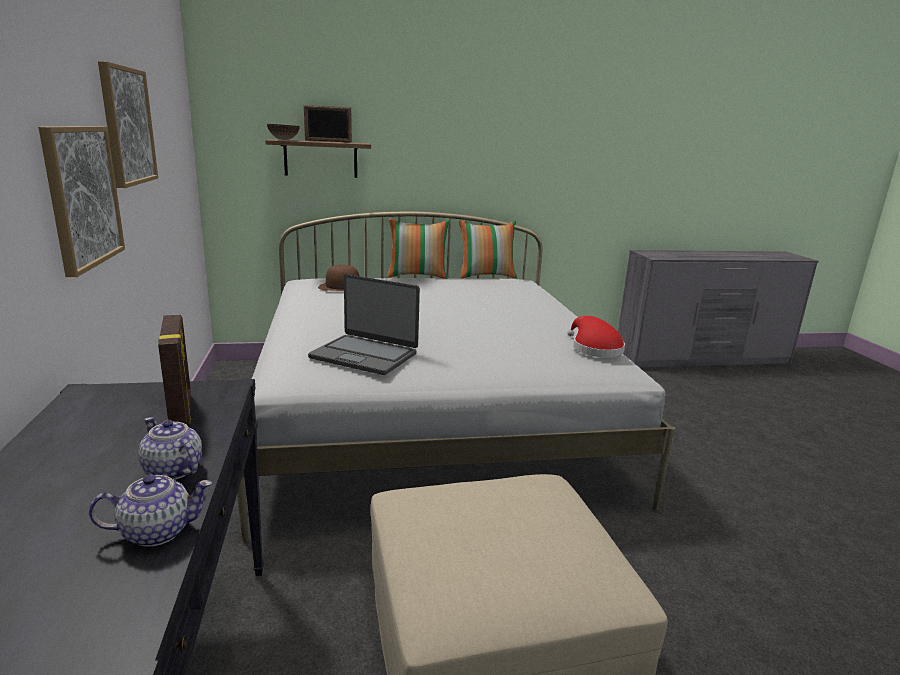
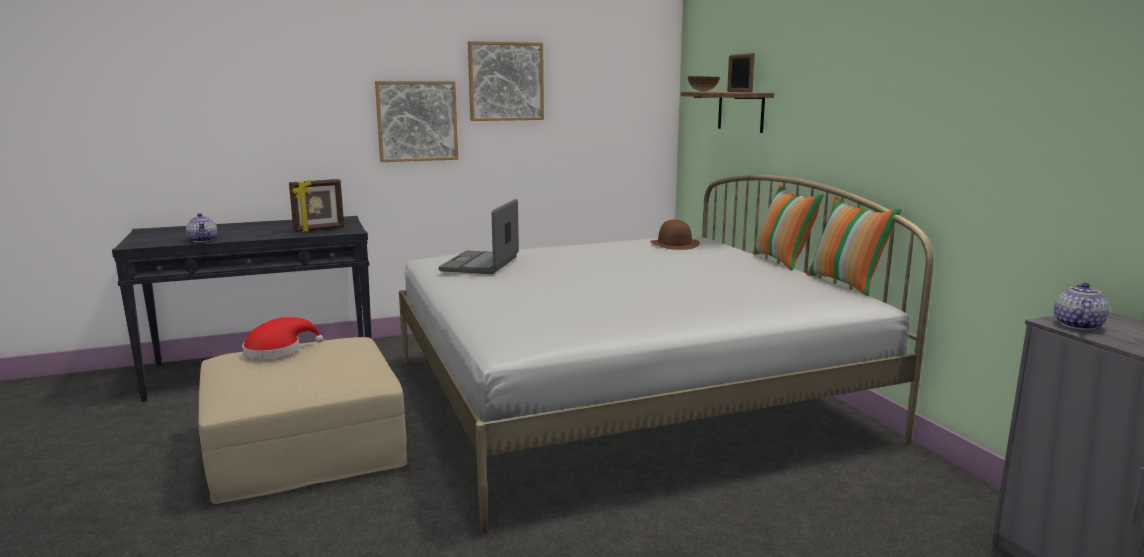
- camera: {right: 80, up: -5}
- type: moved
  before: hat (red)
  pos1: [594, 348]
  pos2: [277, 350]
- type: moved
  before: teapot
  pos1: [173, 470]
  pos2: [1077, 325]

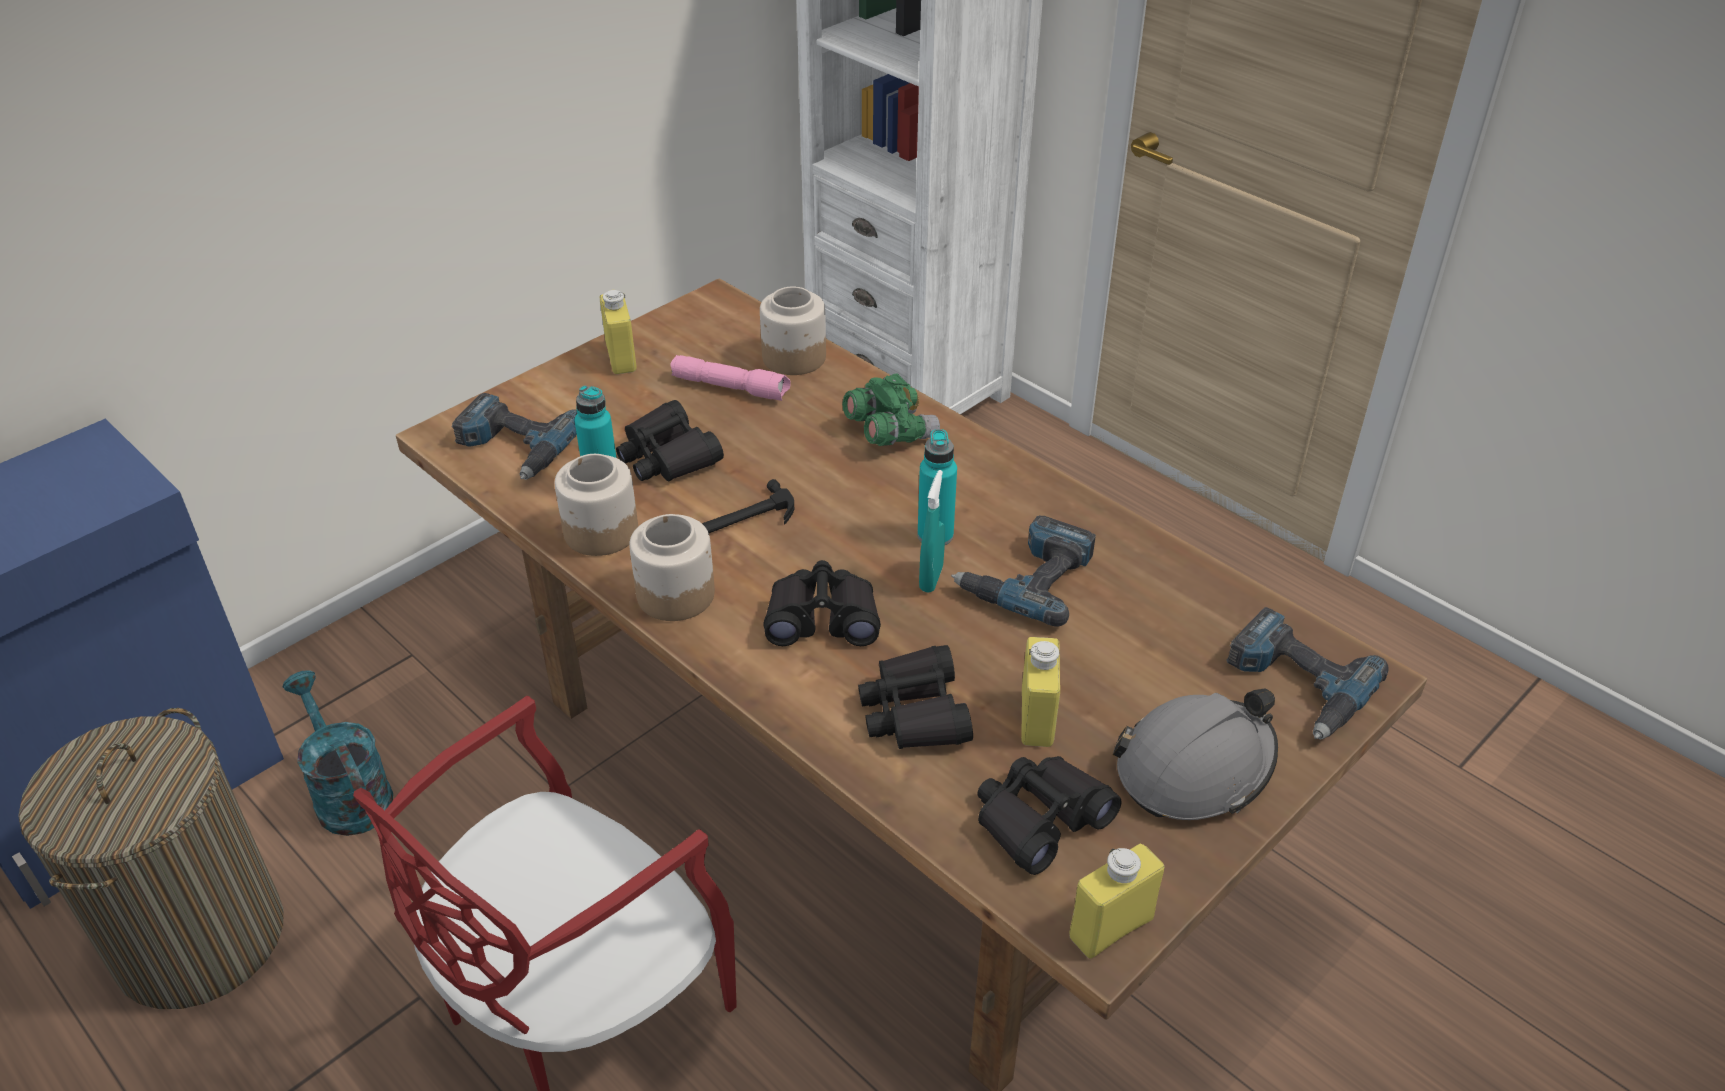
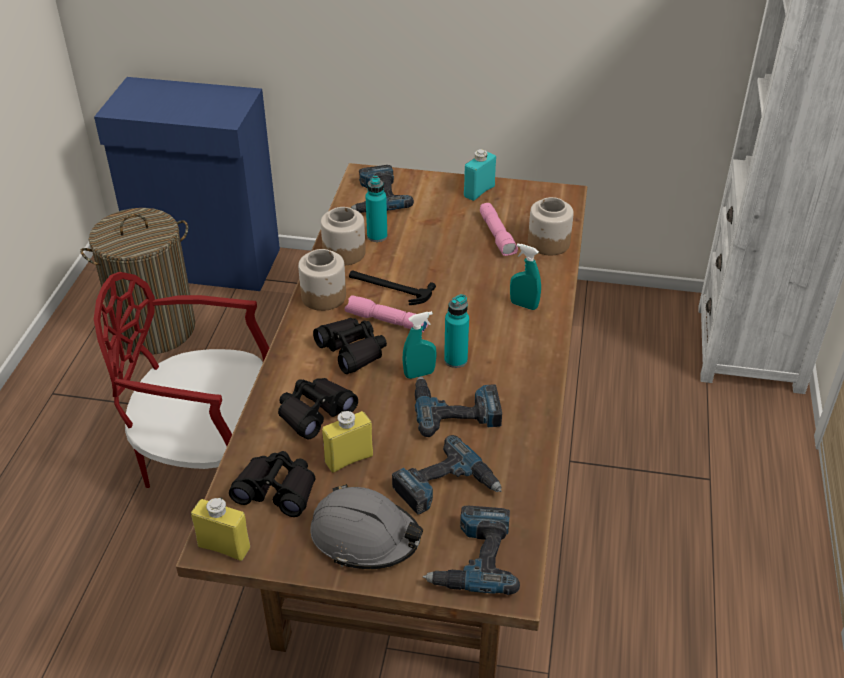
- camera: {right: 55, up: 0}
- type: added
  after: flashlight (pink)
  pos2: [385, 321]
- type: added
  after: power drill
  pos2: [446, 487]
- type: recoloured
  before: bottle (yellow)
  after: bottle (turquoise)
  pos1: [621, 358]
  pos2: [479, 191]
- type: replaced
  before: binoculars (green)
  after: spray bottle (turquoise)
  pos1: [889, 432]
  pos2: [523, 305]
- type: removed
  before: watering can (turquoise)
  pos1: [348, 793]
- type: removed
  before: binoculars (black)
  pos1: [668, 456]

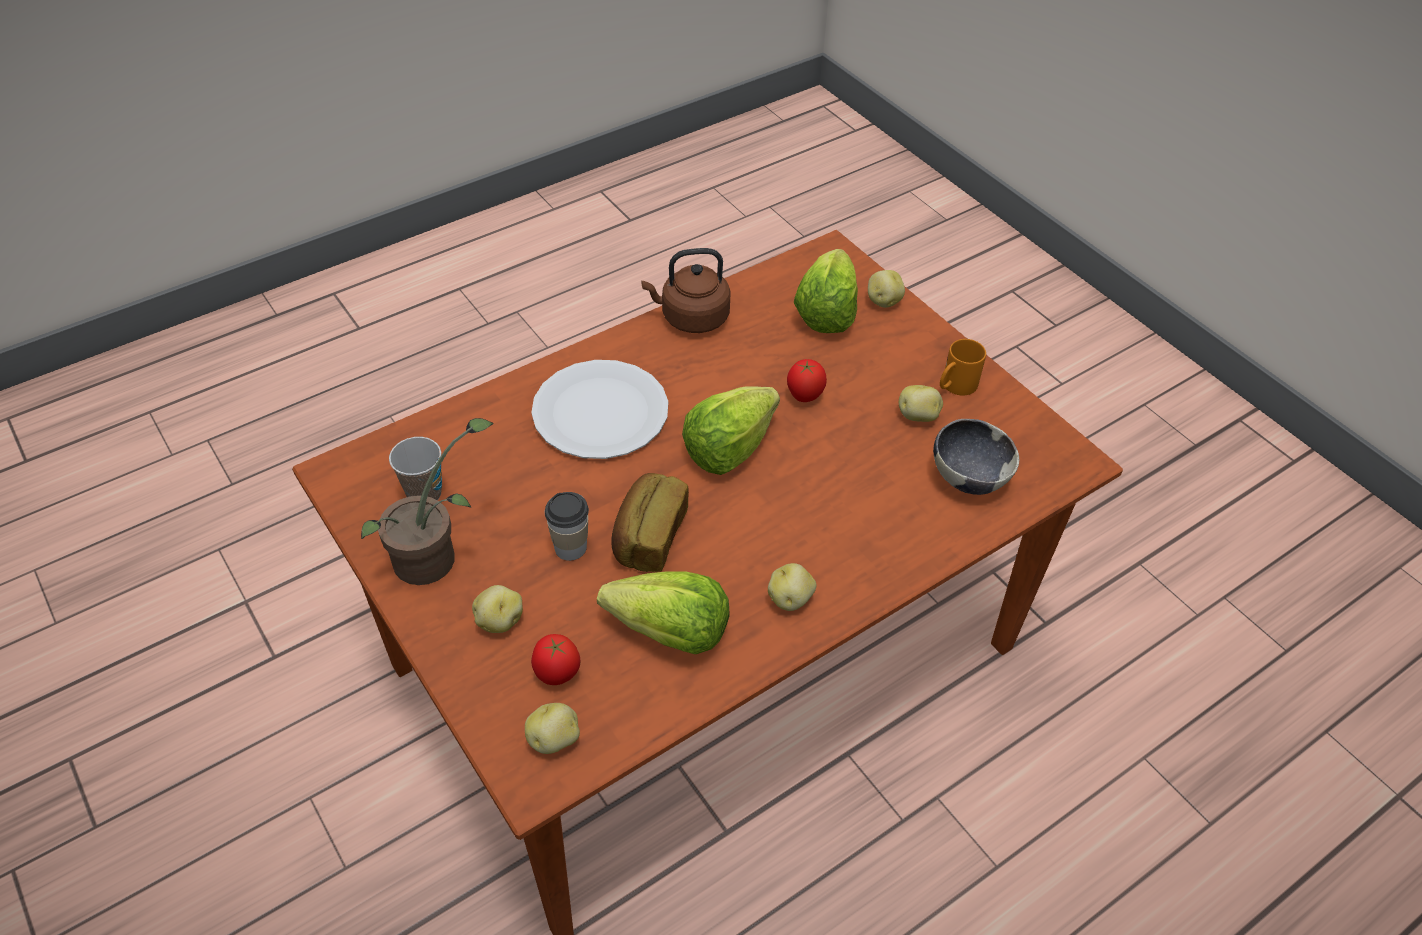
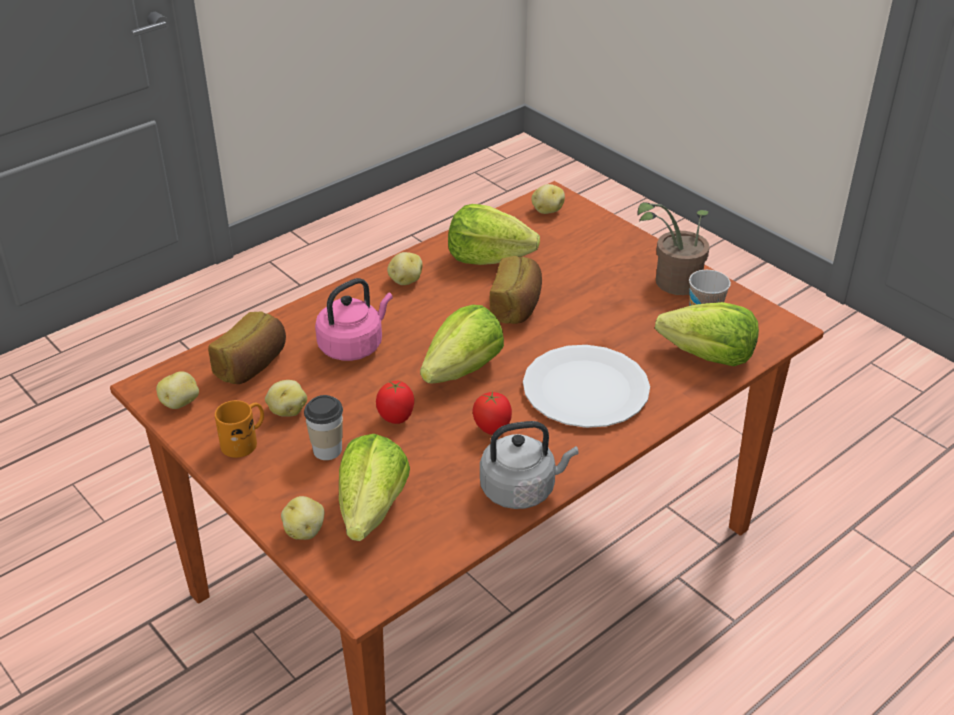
- camera: {right: 175, up: -10}
- type: moved
  before: potato
  pos1: [499, 620]
  pos2: [181, 403]
- type: replaced
  before: bowl
  after: bread
  pos1: [968, 477]
  pos2: [252, 365]
- type: moved
  before: cup
  pos1: [570, 547]
  pos2: [327, 450]
- type: added
  after: kettle (pink)
  pos2: [353, 346]
- type: moved
  before: tomato
  pos1: [557, 675]
  pos2: [492, 429]
- type: recoloured
  before: kettle (brown)
  after: kettle (grey)
  pos1: [691, 318]
  pos2: [521, 489]
- type: added
  after: lettuce
  pos2: [708, 357]

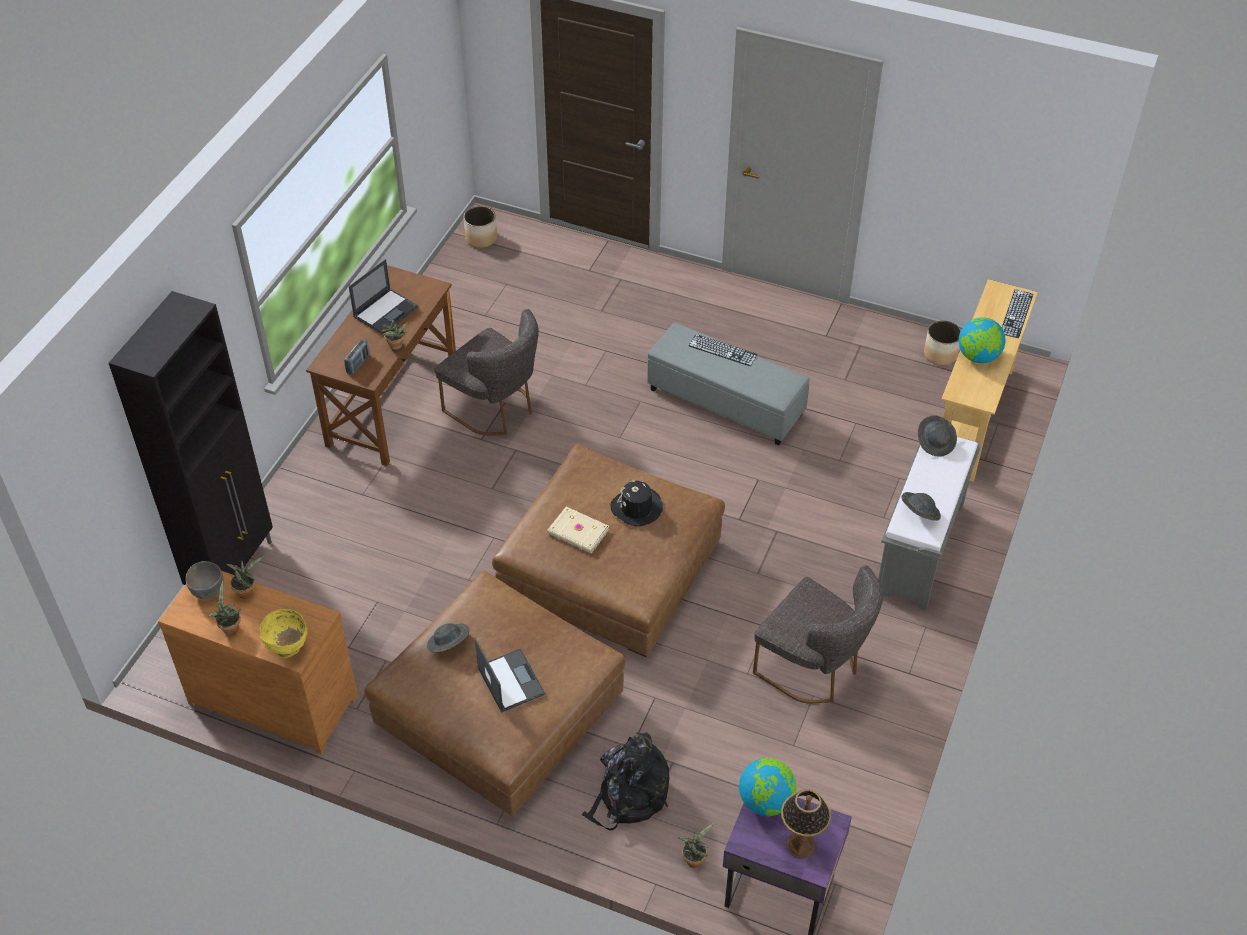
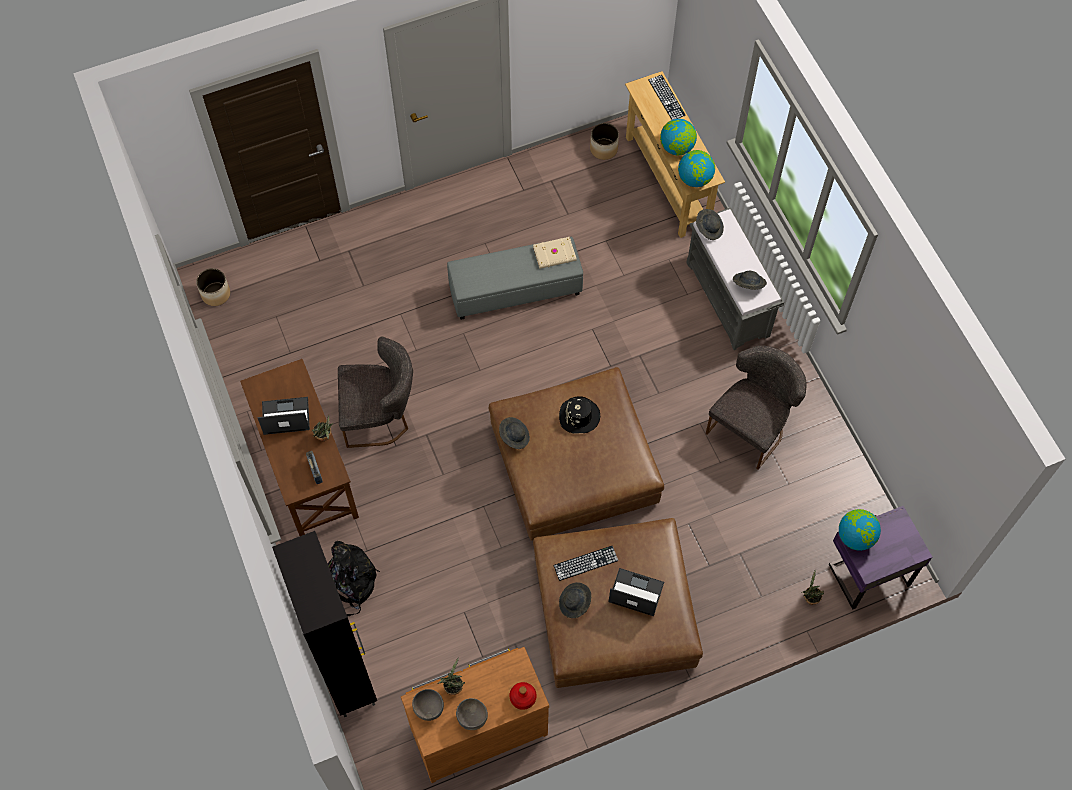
- camera: {right: -45, up: 15}
- type: turned
  before: laptop
  pos1: [386, 311]
  pos2: [285, 416]
  turn: -90
- type: moved
  before: backpack (black)
  pos1: [628, 795]
  pos2: [349, 583]
- type: replaced
  before: potted plant
  after: bowl (grey)
  pos1: [230, 627]
  pos2: [472, 718]
- type: added
  after: hat (grey)
  pos2: [514, 436]
- type: replaced
  before: bowl (yellow)
  after: bottle (red)
  pos1: [288, 648]
  pos2: [523, 697]
- type: moved
  before: book (beige)
  pos1: [578, 533]
  pos2: [555, 255]
- type: moved
  before: keyboard
  pos1: [722, 350]
  pos2: [585, 563]
- type: added
  after: globe
  pos2: [695, 179]
- type: turned
  before: chair (grey)
  pos1: [814, 669]
  pos2: [751, 427]
  turn: -45
- type: removed
  before: table lamp
  pos1: [800, 846]

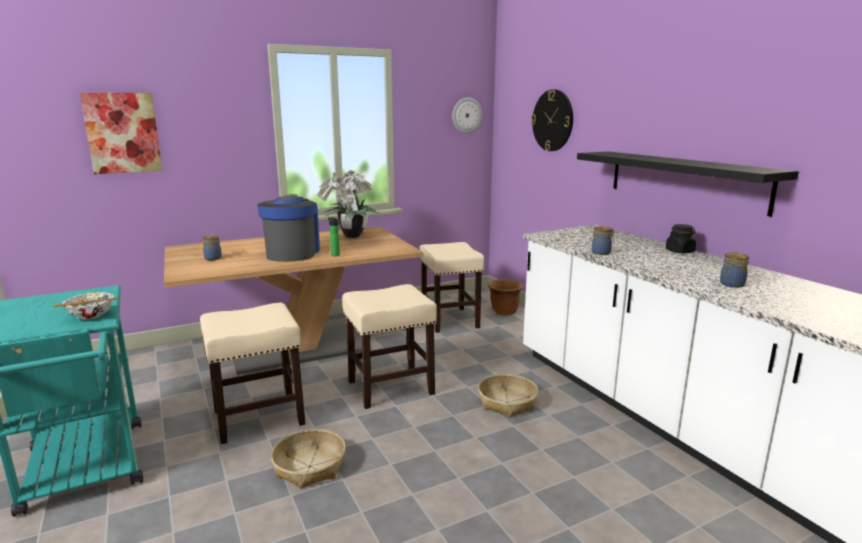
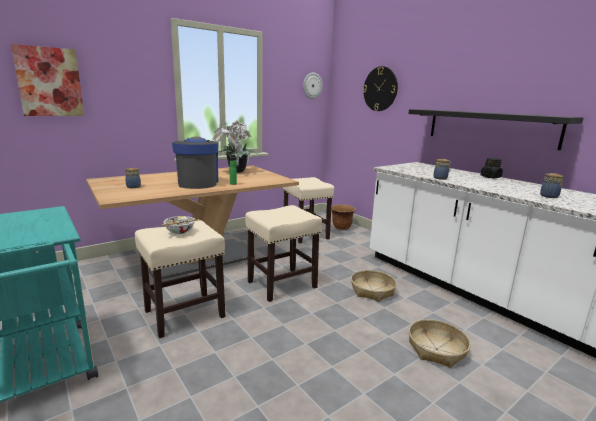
- camera: {right: -10, up: 0}
- type: moved
  before: bowl
  pos1: [91, 316]
  pos2: [180, 232]
- type: moved
  before: basket
  pos1: [309, 466]
  pos2: [436, 349]

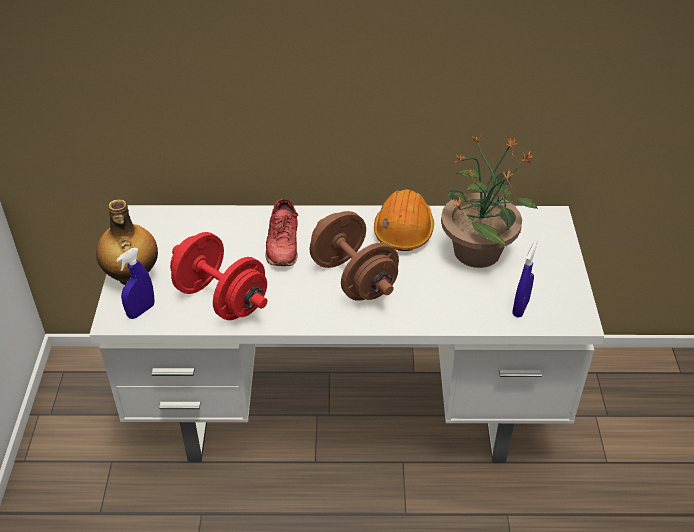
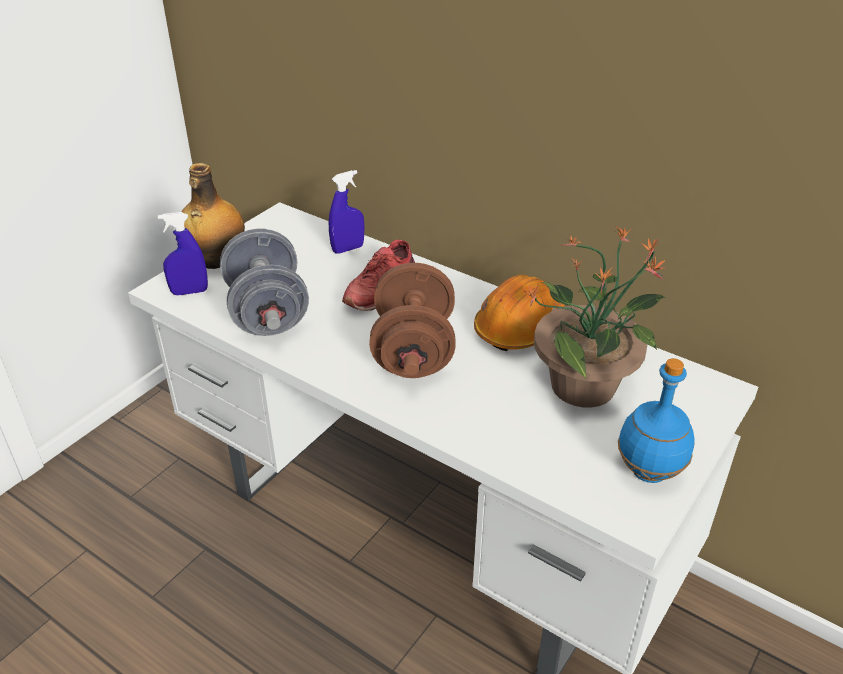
- camera: {right: 35, up: -5}
- type: recoloured
  before: dumbbell (red)
  after: dumbbell (grey)
  pos1: [221, 299]
  pos2: [267, 313]
- type: moved
  before: spray bottle (blue)
  pos1: [520, 308]
  pos2: [348, 249]
- type: added
  after: bottle (blue)
  pos2: [648, 472]

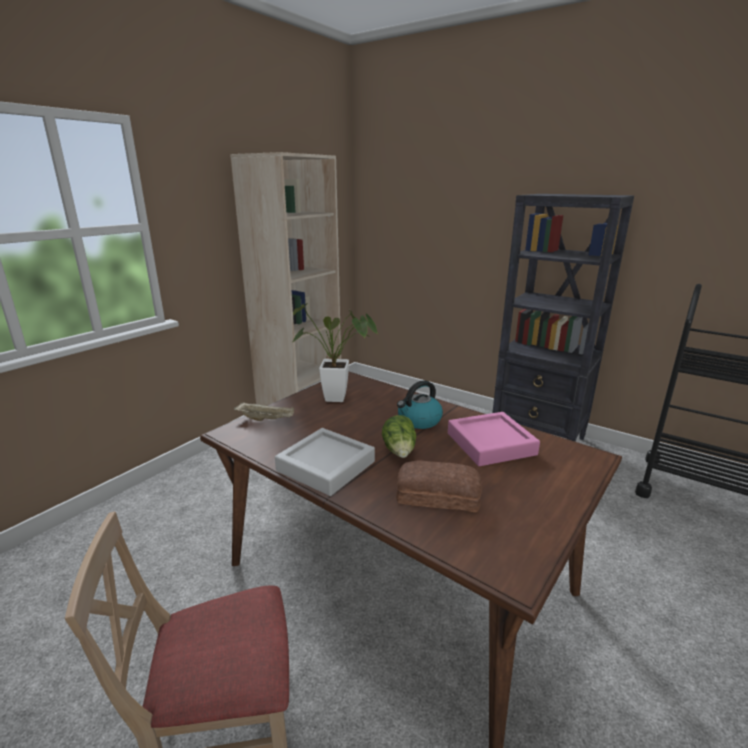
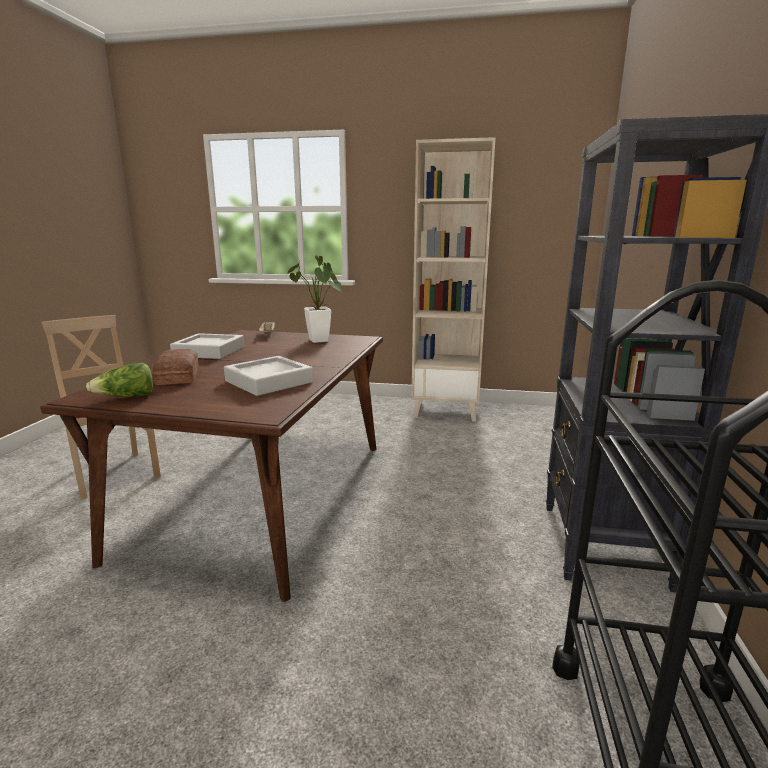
- camera: {right: 65, up: -5}
- type: moved
  before: lettuce
  pos1: [400, 451]
  pos2: [127, 397]
- type: recoloured
  before: tray (pink)
  after: tray (grey)
  pos1: [490, 444]
  pos2: [269, 381]
- type: removed
  before: kettle
  pos1: [419, 421]

